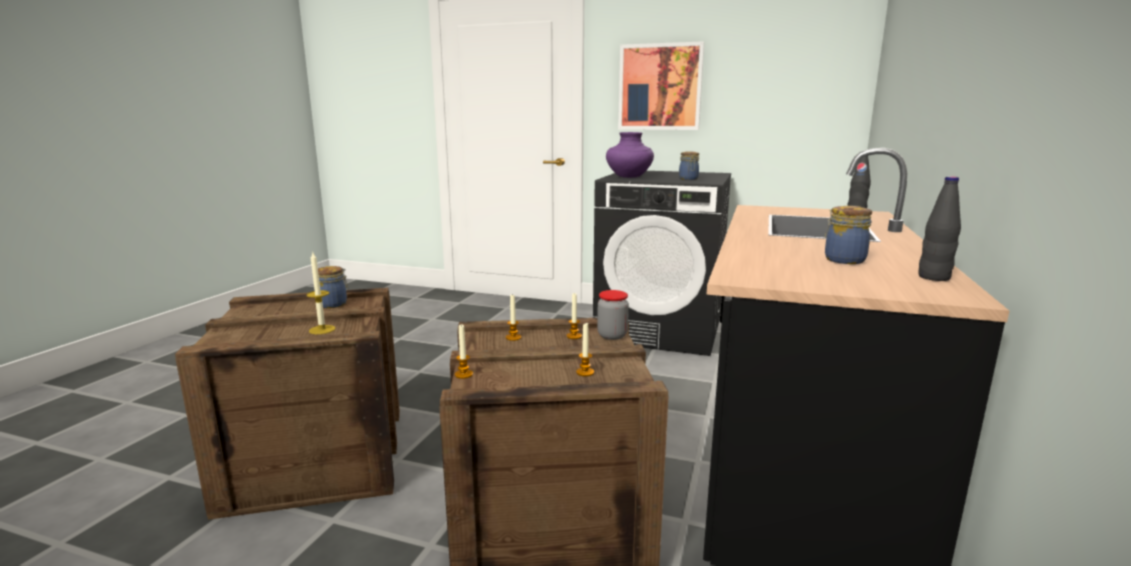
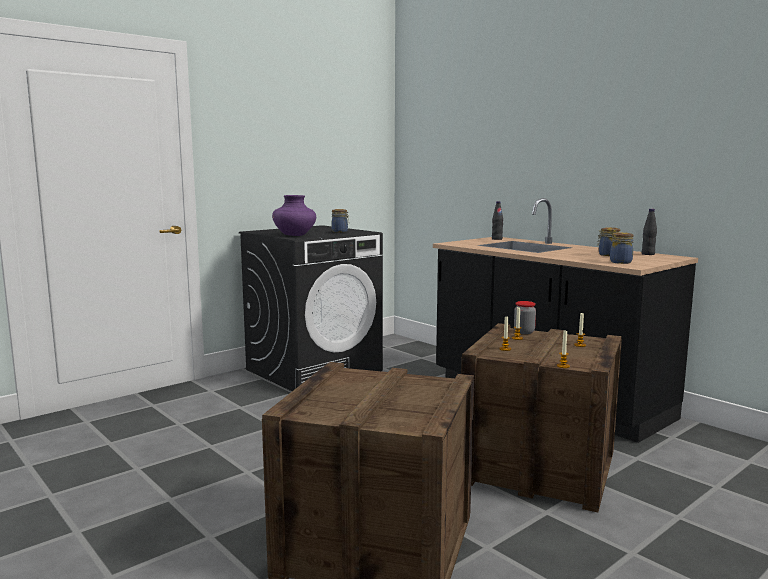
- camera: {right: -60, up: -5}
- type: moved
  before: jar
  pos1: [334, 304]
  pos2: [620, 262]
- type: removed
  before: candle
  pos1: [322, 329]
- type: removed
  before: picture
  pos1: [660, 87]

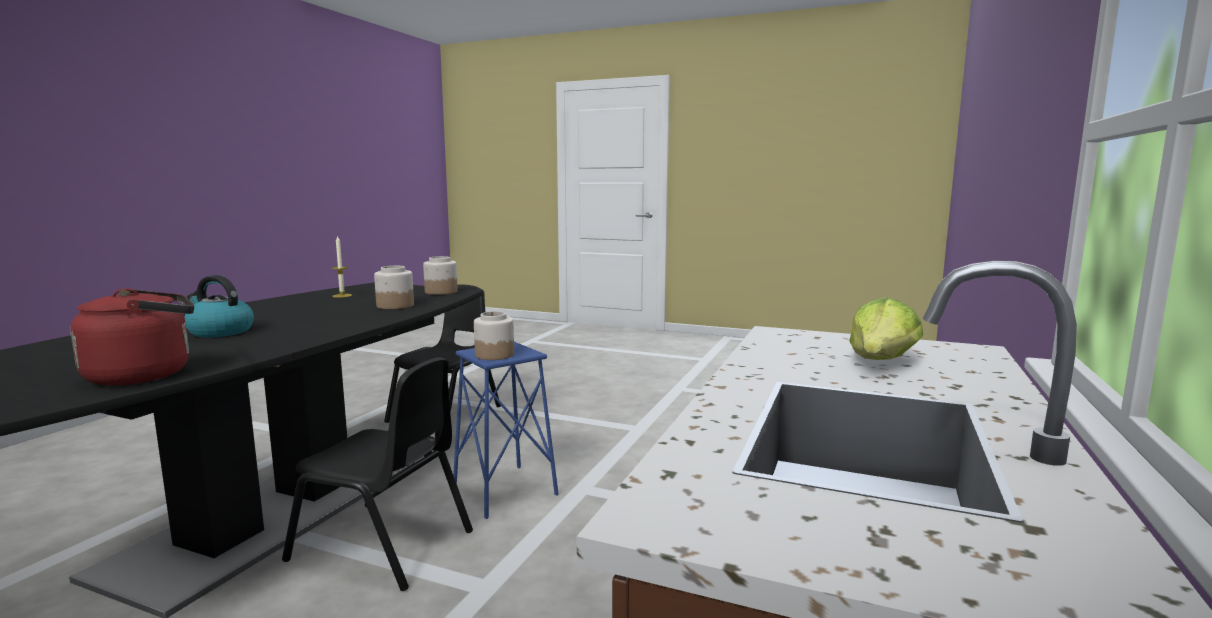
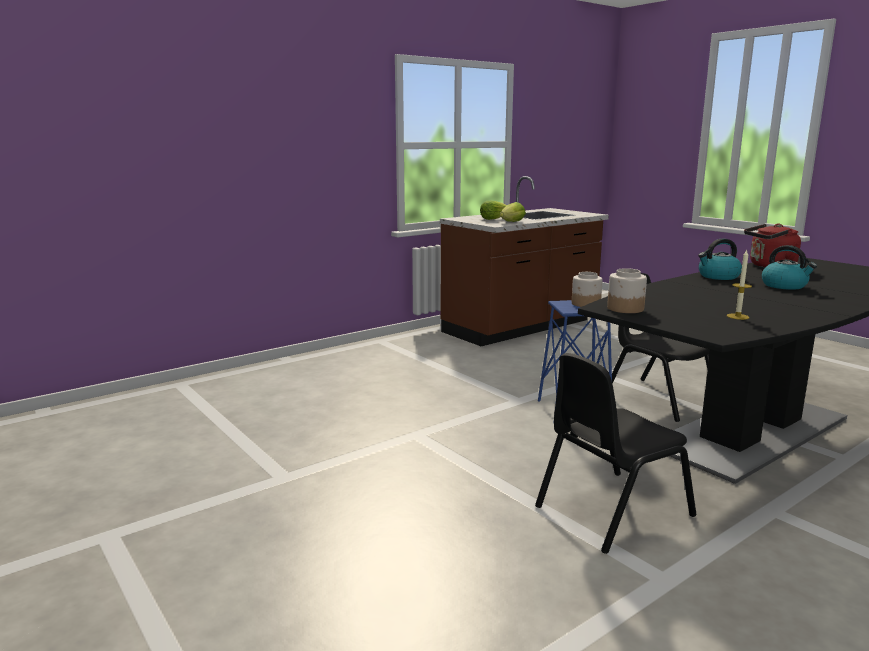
- camera: {right: -150, up: 5}
- type: added
  after: lettuce
  pos2: [512, 222]
- type: added
  after: kettle
  pos2: [718, 276]
- type: removed
  before: jar
  pos1: [395, 306]

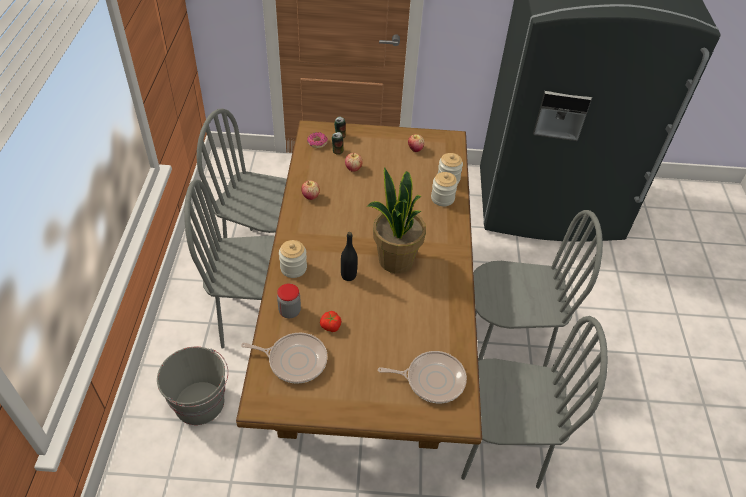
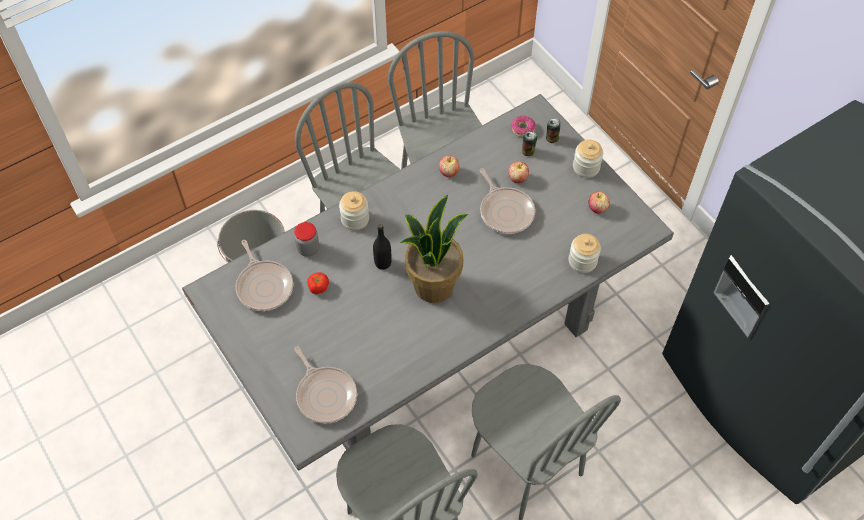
- camera: {right: 55, up: 10}
- type: recoloured
  before: dining table (brown)
  after: dining table (grey)
  pos1: [366, 333]
  pos2: [432, 336]
- type: added
  after: frying pan
  pos2: [505, 211]
- type: moved
  before: jar
  pos1: [442, 198]
  pos2: [586, 167]

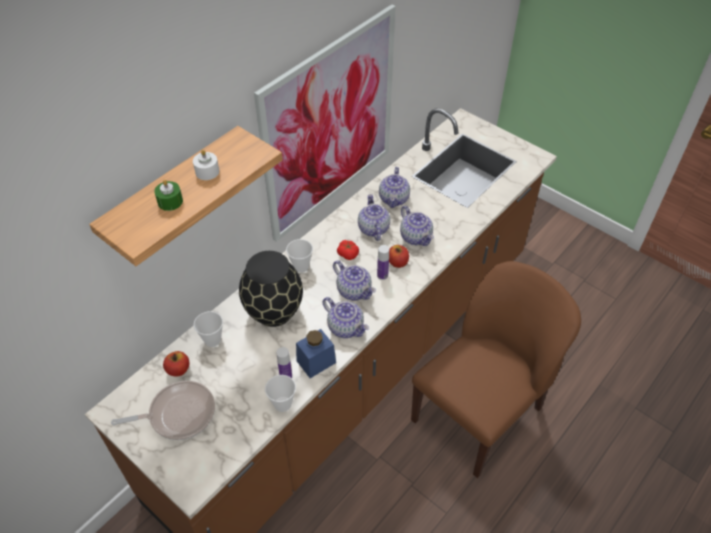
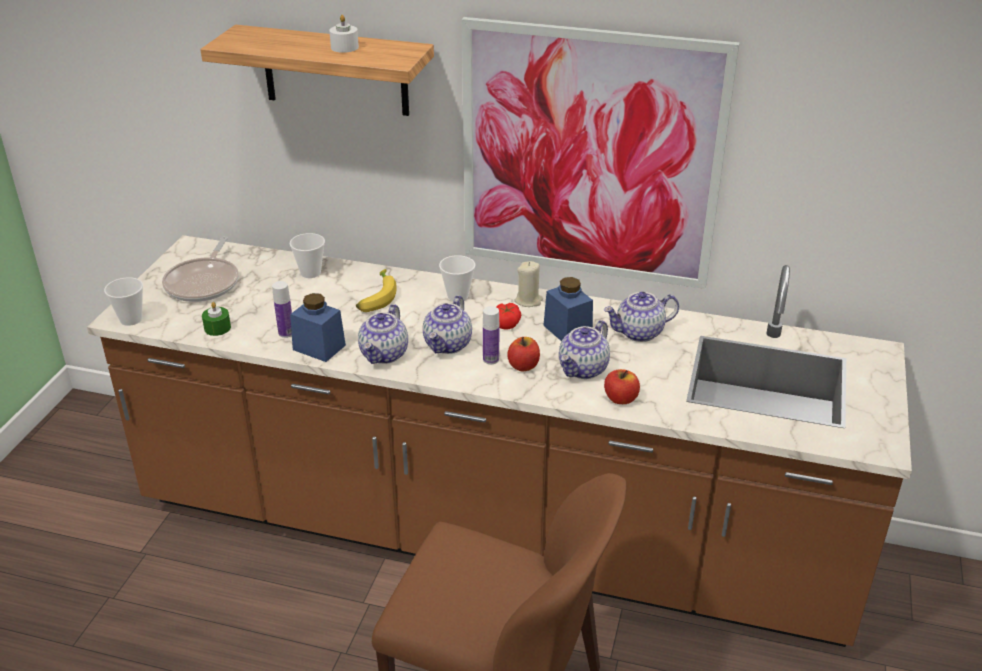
- camera: {right: 65, up: -15}
- type: moved
  before: cup
  pos1: [282, 404]
  pos2: [131, 319]
- type: turned
  before: frying pan
  pos1: [178, 414]
  pos2: [204, 283]
  turn: 45
- type: moved
  before: candle (green)
  pos1: [170, 201]
  pos2: [217, 328]
- type: replaced
  before: vase (black)
  after: banana
  pos1: [273, 311]
  pos2: [376, 297]
- type: added
  after: candle (beige)
  pos2: [528, 300]
- type: replaced
  before: teapot
  after: jar (blue)
  pos1: [373, 228]
  pos2: [567, 330]
- type: moved
  before: apple
  pos1: [178, 369]
  pos2: [620, 399]

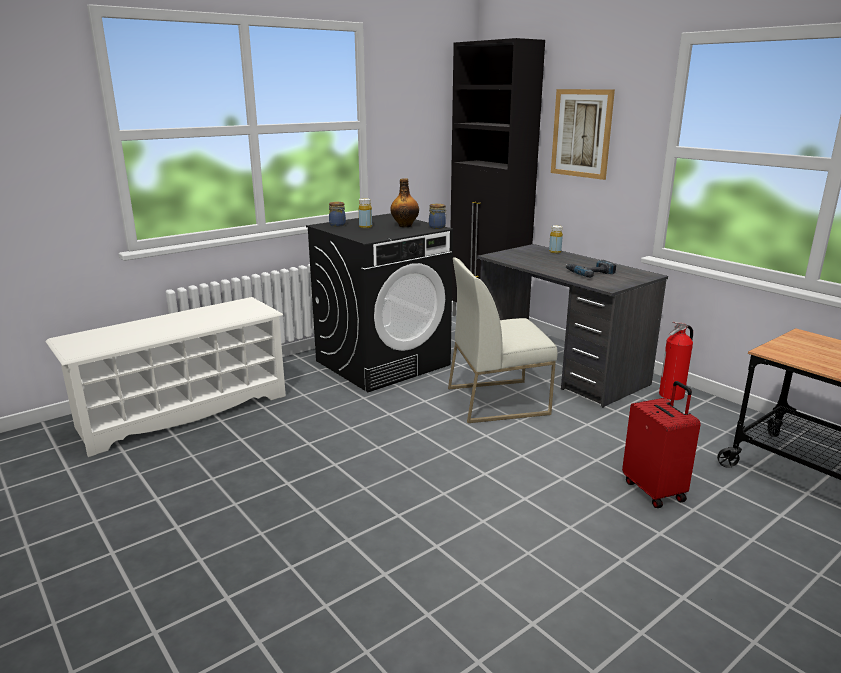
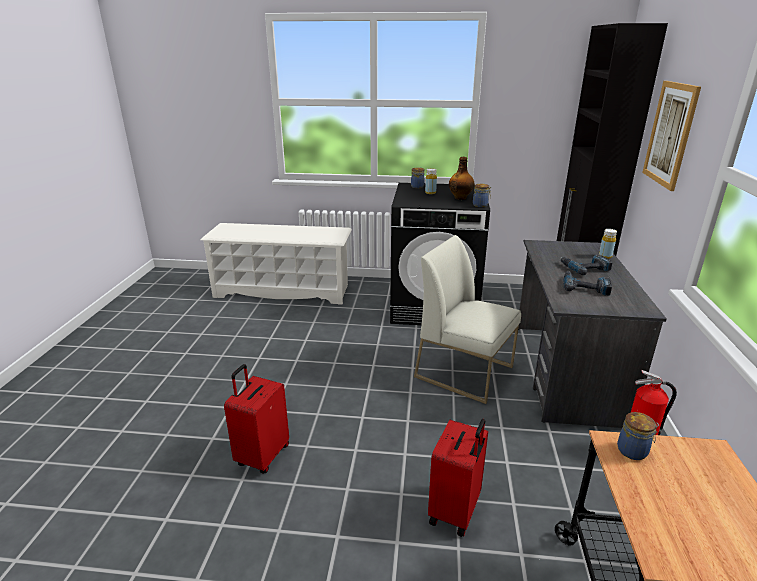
- camera: {right: 45, up: 5}
- type: added
  after: suitcase (red)
  pos2: [262, 455]
- type: added
  after: power drill
  pos2: [584, 268]
- type: added
  after: jar
  pos2: [633, 451]

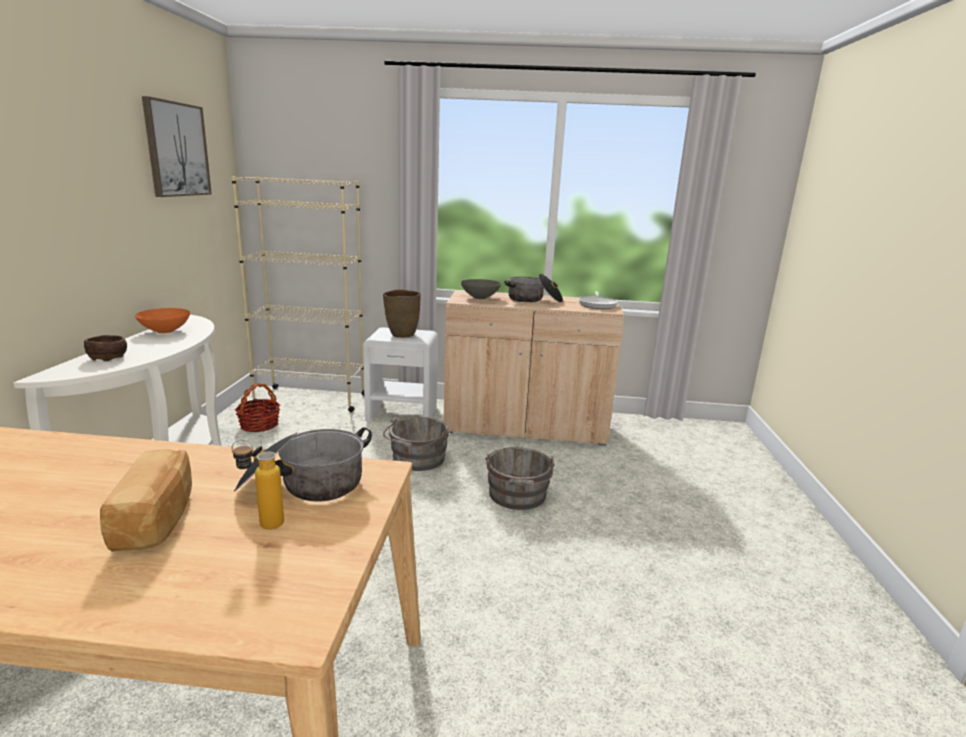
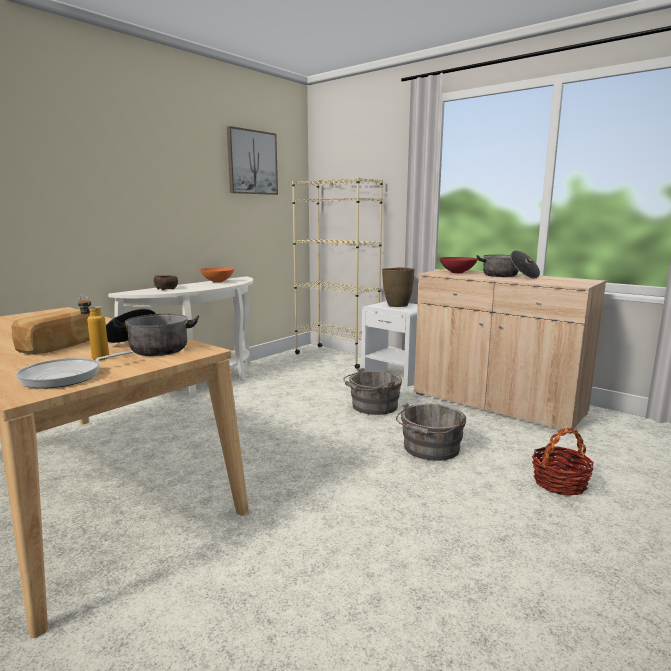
- camera: {right: 35, up: -5}
- type: moved
  before: frying pan
  pos1: [597, 304]
  pos2: [66, 376]
- type: recoloured
  before: bowl (grey)
  after: bowl (red)
  pos1: [480, 297]
  pos2: [457, 272]
- type: moved
  before: basket
  pos1: [259, 425]
  pos2: [559, 483]

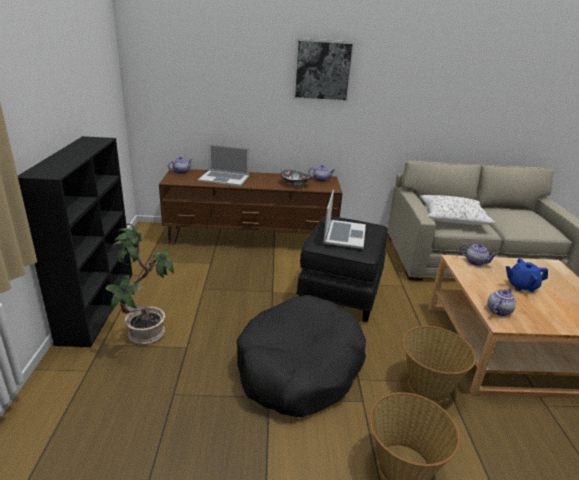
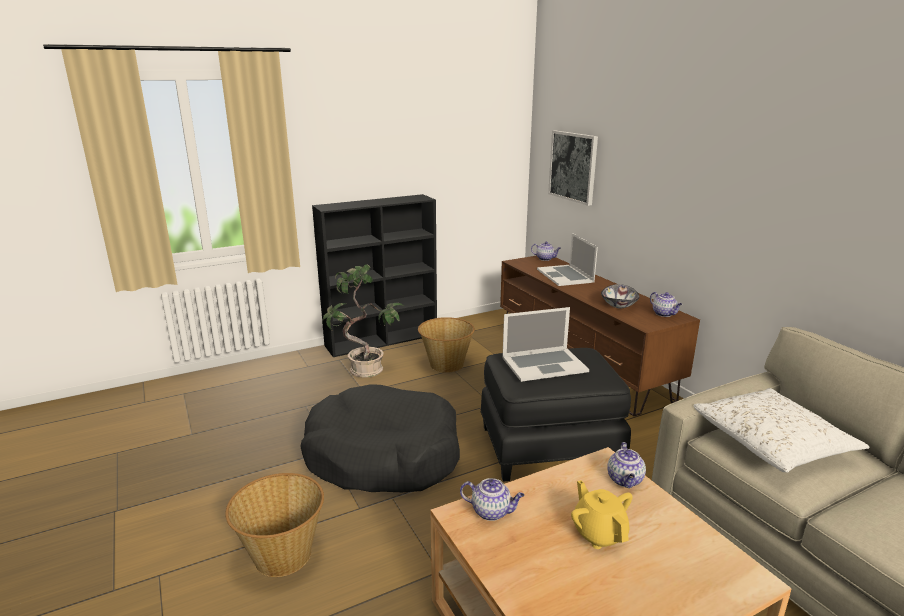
- camera: {right: 65, up: -5}
- type: moved
  before: basket
  pos1: [428, 385]
  pos2: [446, 364]
- type: moved
  before: picture
  pos1: [322, 70]
  pos2: [573, 166]
- type: recoloured
  before: teapot (blue)
  after: teapot (yellow)
  pos1: [521, 286]
  pos2: [599, 533]

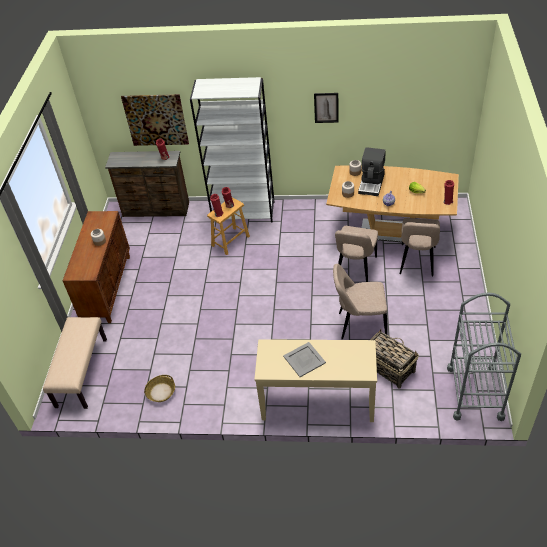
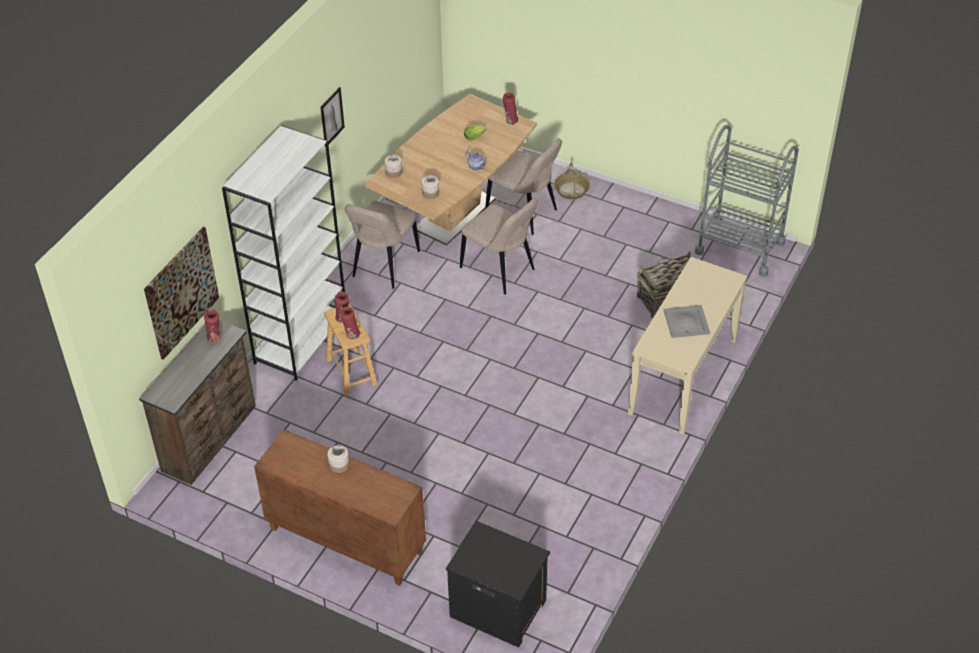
- camera: {right: -70, up: 0}
- type: moved
  before: chair (beige)
  pos1: [359, 325]
  pos2: [384, 266]
- type: replaced
  before: bench (beige)
  after: nightstand (black)
  pos1: [81, 372]
  pos2: [497, 607]
- type: moved
  before: basket
  pos1: [160, 392]
  pos2: [572, 190]
- type: removed
  before: coffee machine
  pos1: [372, 183]

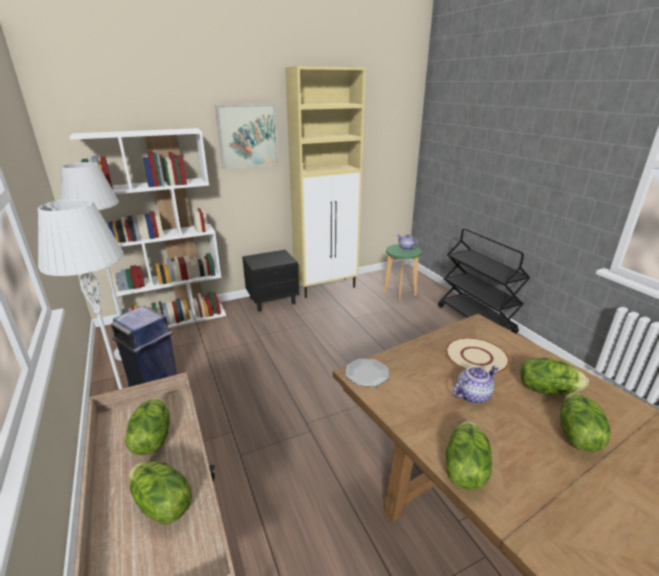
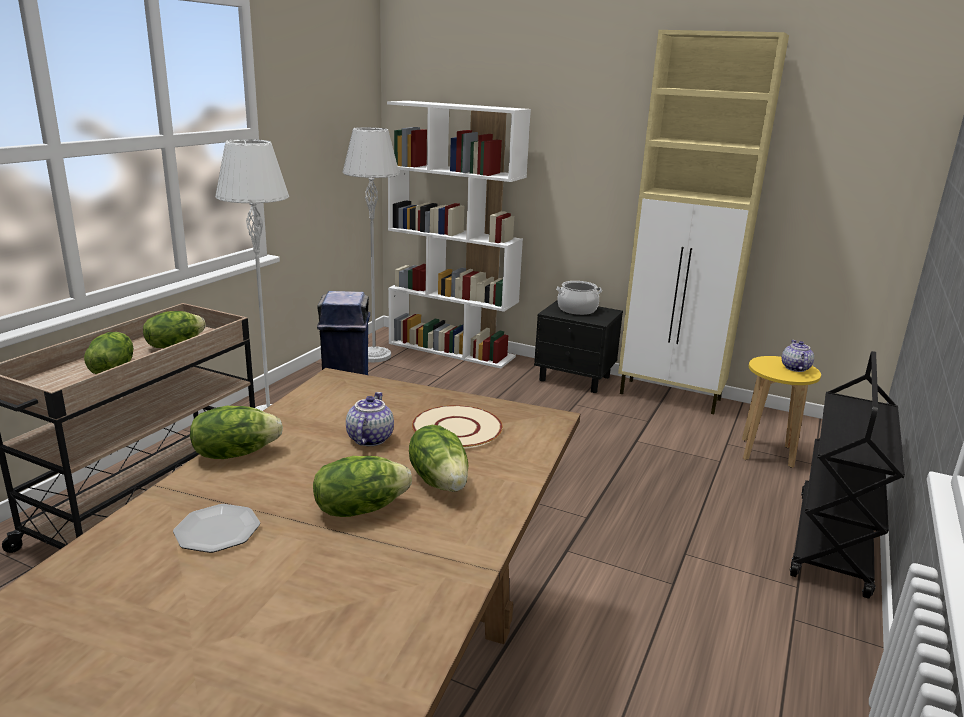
- camera: {right: 50, up: -5}
- type: moved
  before: plate
  pos1: [366, 374]
  pos2: [216, 531]
- type: turned
  before: teapot
  pos1: [472, 395]
  pos2: [369, 438]
  turn: -105
- type: added
  after: cooking pot
  pos2: [577, 309]
- type: recoloured
  before: stool (green)
  after: stool (yellow)
  pos1: [400, 294]
  pos2: [767, 453]
- type: removed
  before: picture
  pos1: [248, 136]

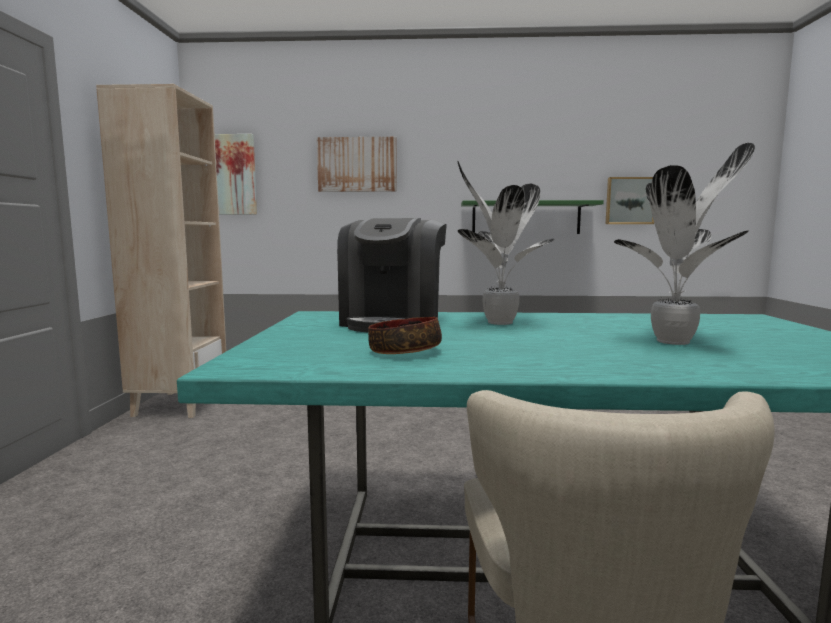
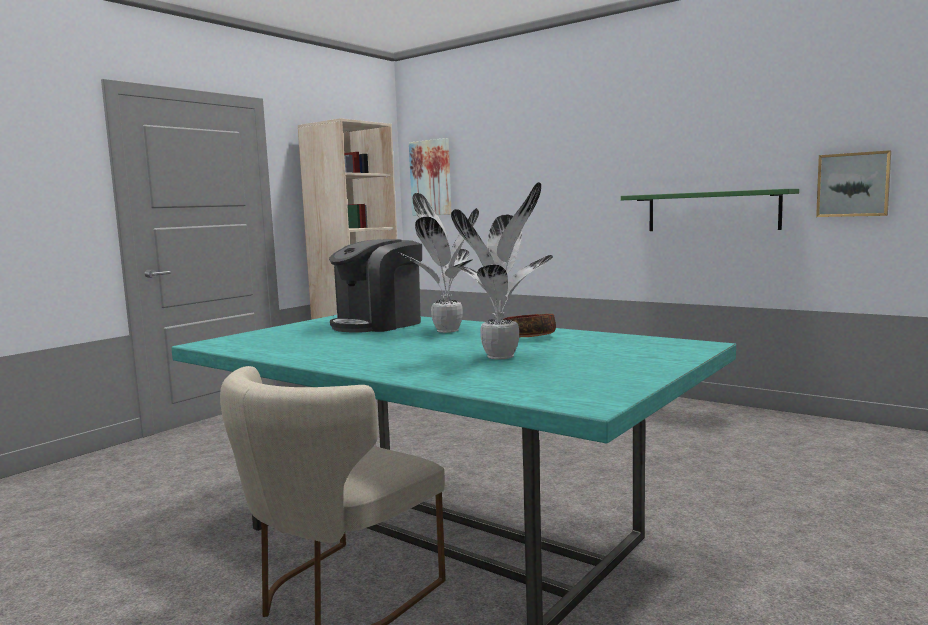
- camera: {right: 35, up: 0}
- type: moved
  before: bowl
  pos1: [405, 351]
  pos2: [530, 336]
- type: removed
  before: picture
  pos1: [357, 164]

